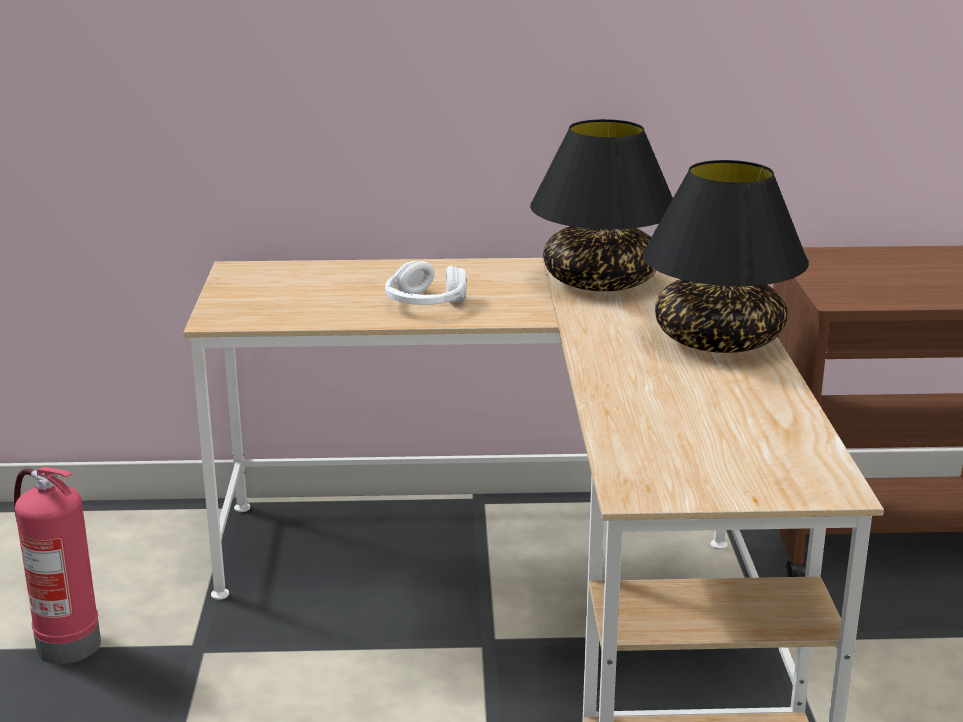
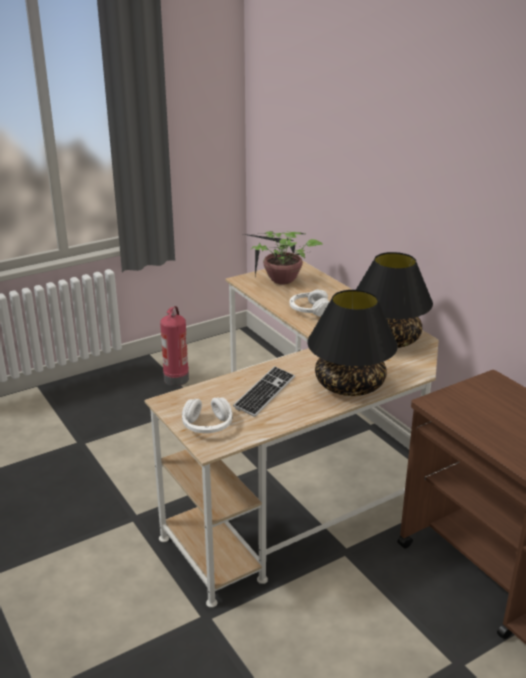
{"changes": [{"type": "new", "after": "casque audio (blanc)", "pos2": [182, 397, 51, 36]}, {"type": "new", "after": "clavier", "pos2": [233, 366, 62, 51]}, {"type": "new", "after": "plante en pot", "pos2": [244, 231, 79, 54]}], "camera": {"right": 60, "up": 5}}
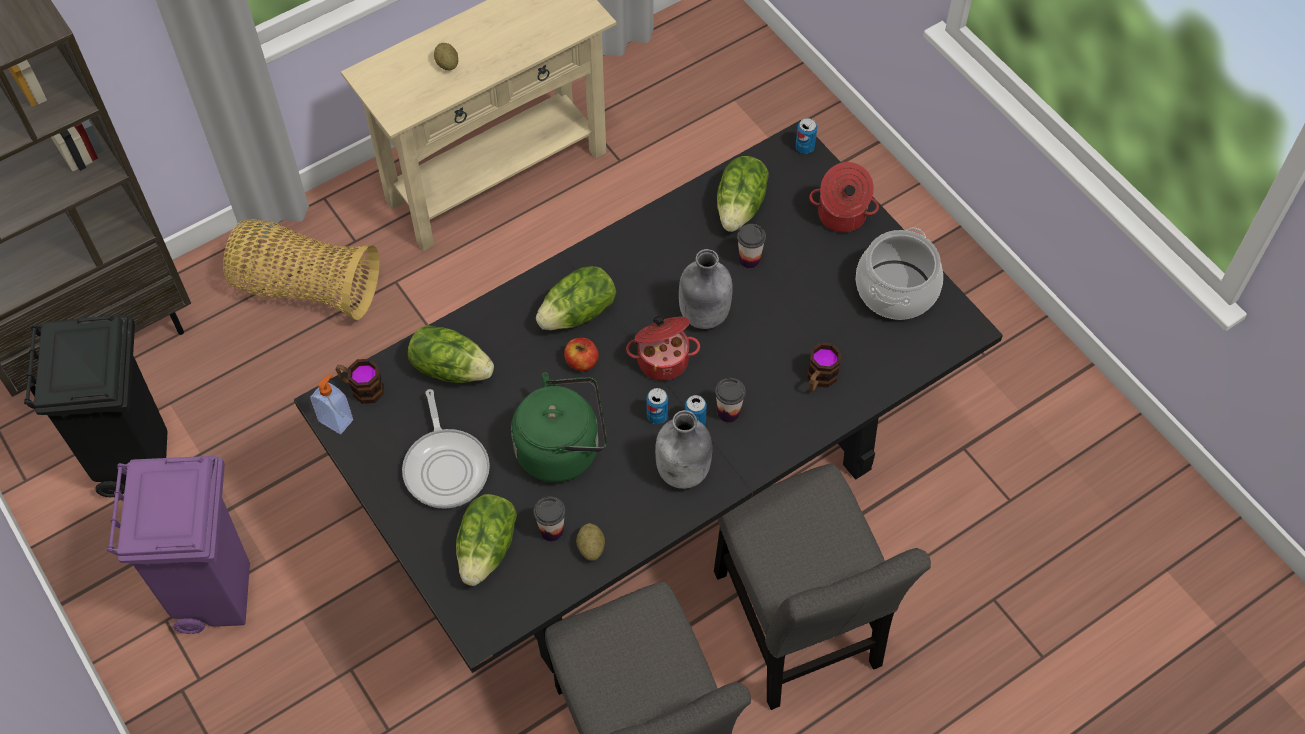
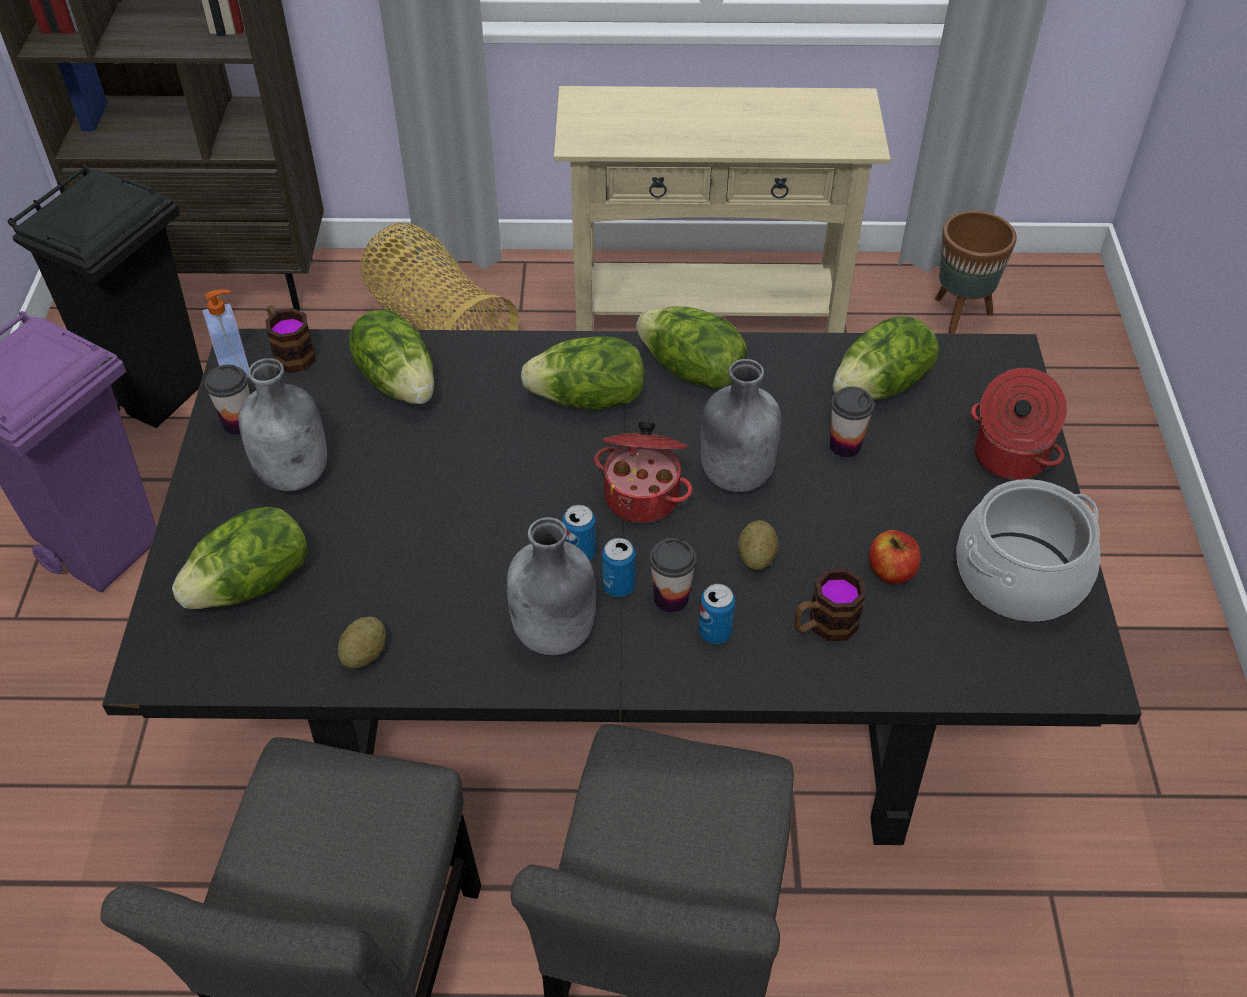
{"changes": [{"type": "swapped", "before": "poêle", "after": "bouteille (gris)", "pos1": [402, 389, 88, 120], "pos2": [238, 358, 89, 133]}, {"type": "shifted", "before": "pomme de terre", "pos1": [434, 43, 24, 27], "pos2": [738, 520, 41, 50]}, {"type": "gone", "before": "bouilloire (vert)", "pos1": [511, 372, 96, 111]}, {"type": "shifted", "before": "tasse", "pos1": [534, 496, 31, 45], "pos2": [204, 364, 46, 71]}, {"type": "shifted", "before": "pomme", "pos1": [564, 338, 35, 33], "pos2": [869, 530, 52, 54]}, {"type": "shifted", "before": "boîte métallique", "pos1": [795, 118, 22, 36], "pos2": [699, 584, 36, 60]}, {"type": "new", "after": "laitue", "pos2": [636, 306, 111, 83]}, {"type": "new", "after": "cache-pot (marron)", "pos2": [935, 211, 82, 123]}], "camera": {"right": 35, "up": -10}}
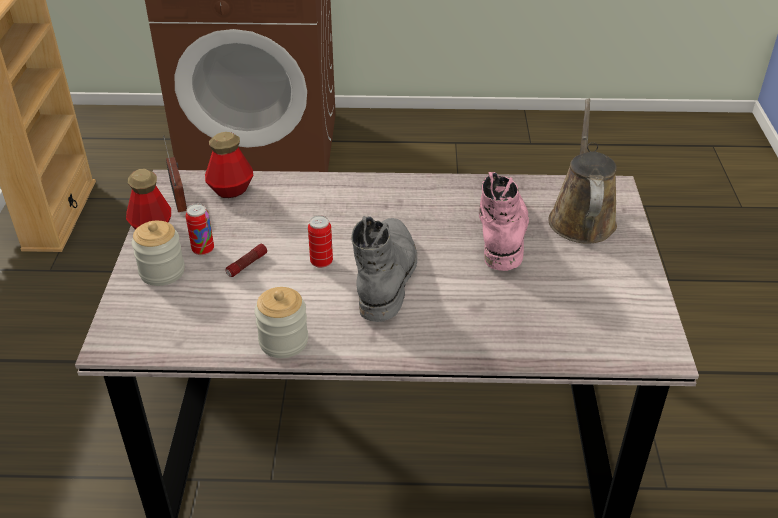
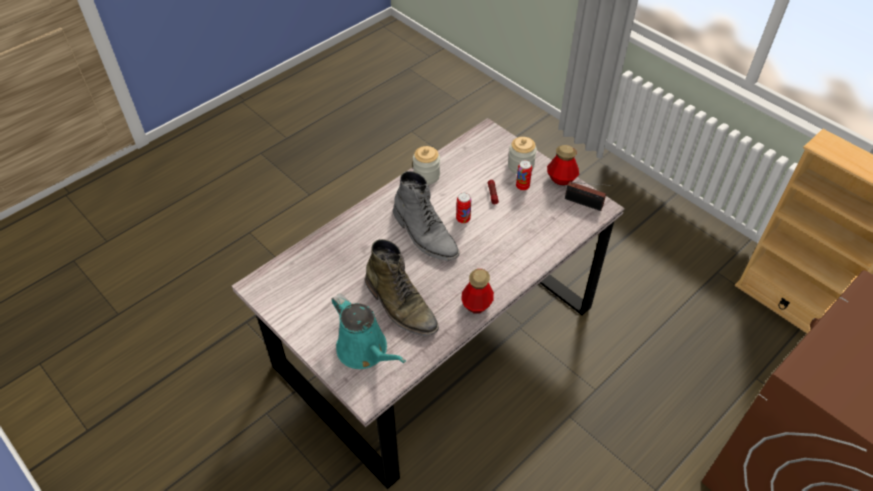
{"changes": [{"type": "shifted", "before": "bouteille", "pos1": [205, 132, 48, 66], "pos2": [461, 269, 33, 45]}, {"type": "repainted", "before": "botte (rose)", "after": "botte (vert)", "pos1": [479, 172, 50, 99], "pos2": [365, 239, 74, 97]}, {"type": "repainted", "before": "arrosoir (marron)", "after": "arrosoir (turquoise)", "pos1": [549, 98, 68, 146], "pos2": [331, 293, 75, 76]}], "camera": {"right": 135, "up": 10}}
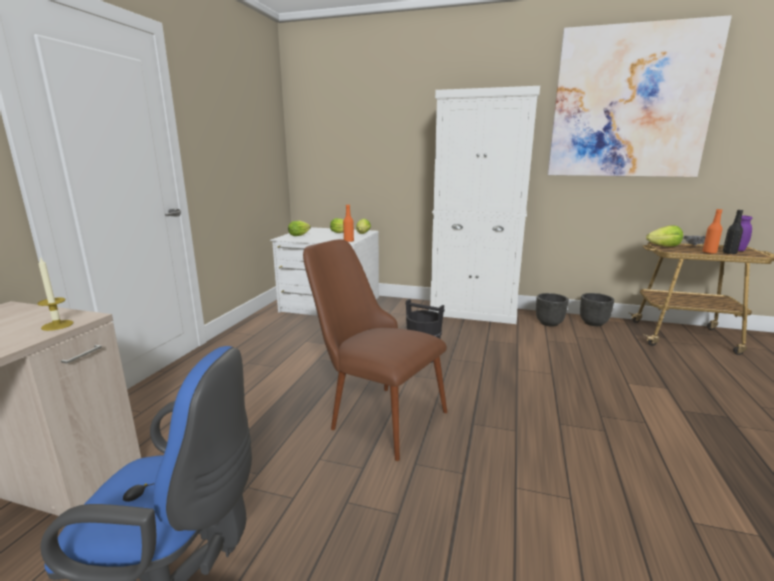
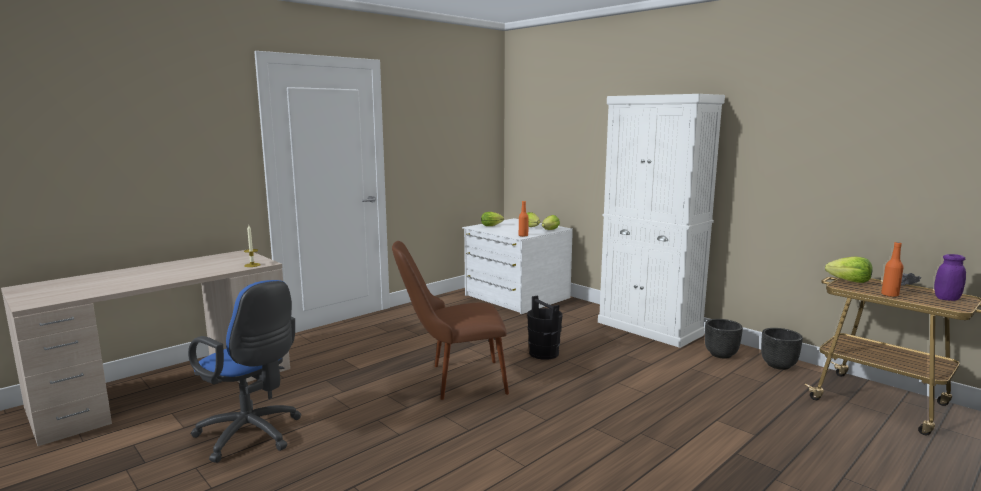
{"changes": [{"type": "rotated", "before": "chaise (marron)", "pos1": [303, 239, 144, 222], "pos2": [392, 241, 117, 159], "turn": -75}, {"type": "gone", "before": "tableau", "pos1": [547, 15, 185, 162]}, {"type": "gone", "before": "bouteille (noir)", "pos1": [723, 210, 20, 44]}], "camera": {"right": 30, "up": -5}}
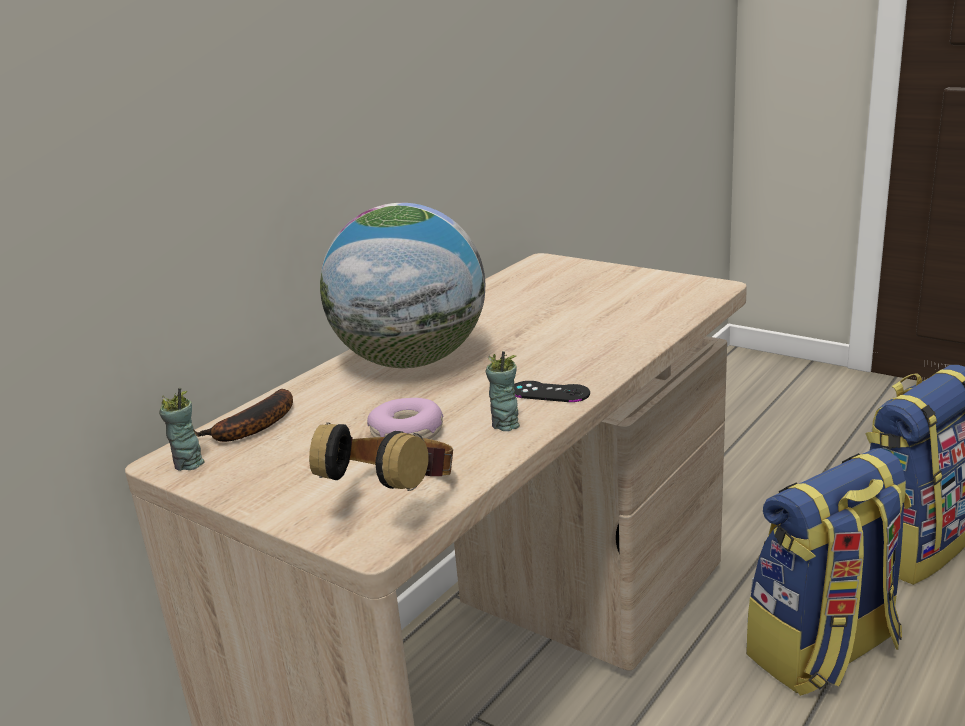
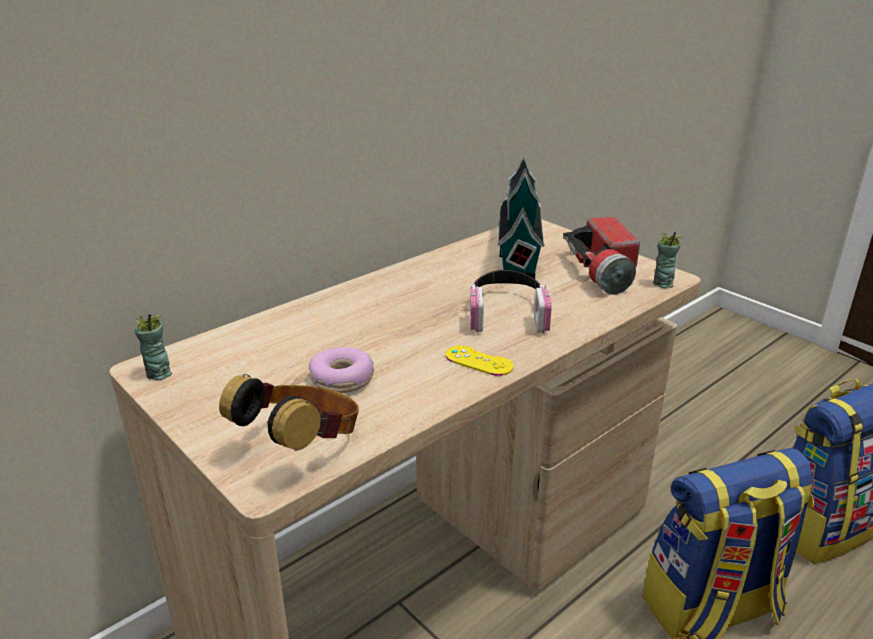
{"changes": [{"type": "gone", "before": "banane", "pos1": [193, 389, 100, 53]}, {"type": "gone", "before": "globe", "pos1": [320, 203, 165, 165]}, {"type": "shifted", "before": "tasse", "pos1": [486, 351, 34, 80], "pos2": [653, 232, 29, 56]}, {"type": "repainted", "before": "manette (noir)", "after": "manette (jaune)", "pos1": [514, 381, 76, 21], "pos2": [446, 346, 68, 30]}, {"type": "new", "after": "casque audio", "pos2": [470, 270, 82, 63]}, {"type": "new", "after": "maison miniature", "pos2": [498, 157, 47, 122]}, {"type": "new", "after": "lampe de poche", "pos2": [563, 217, 77, 78]}], "camera": {"right": 10, "up": 5}}
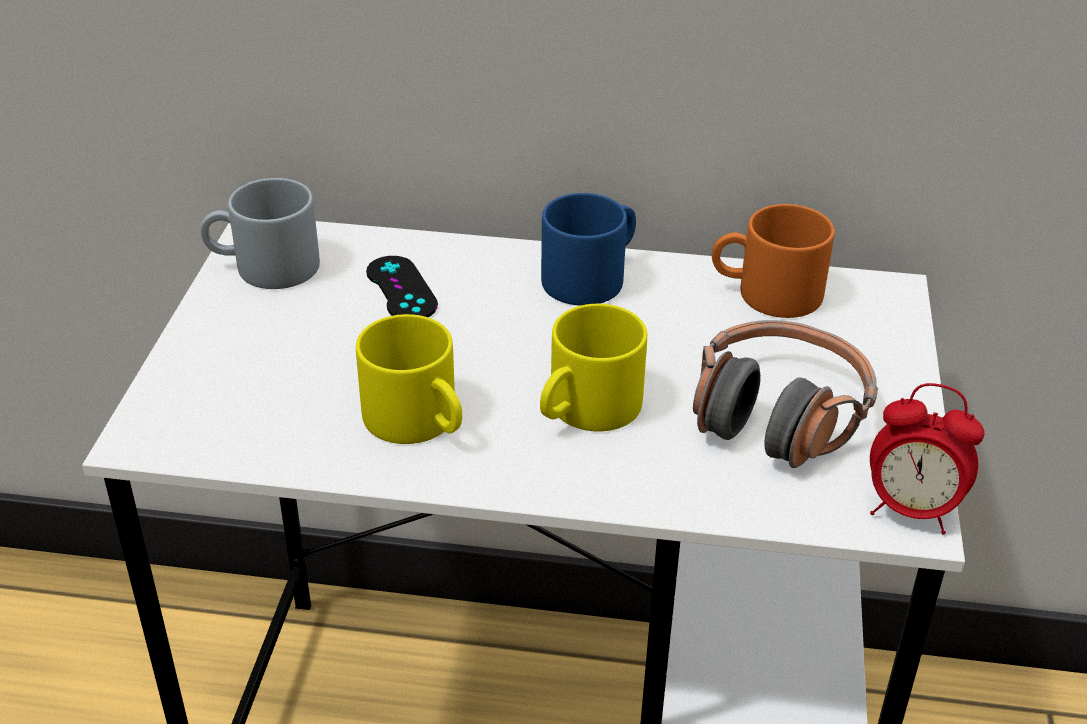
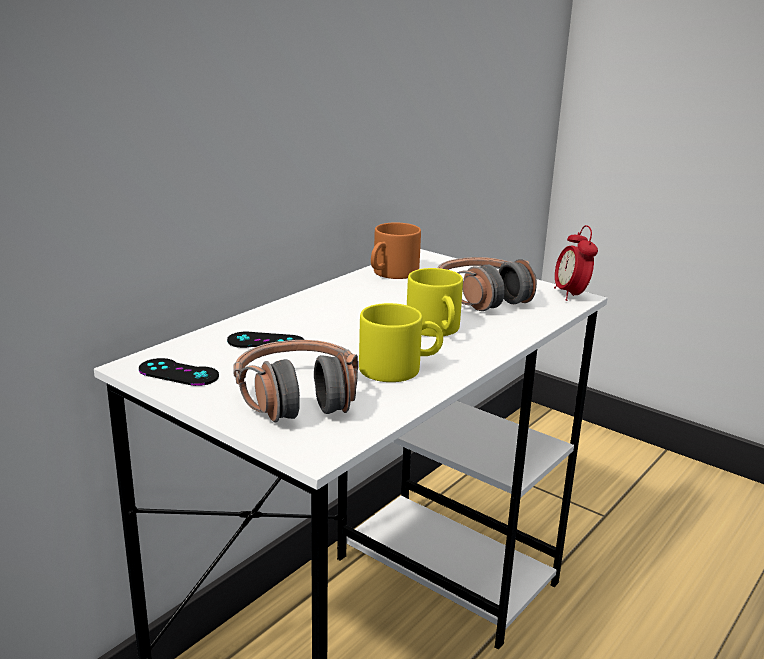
{"changes": [{"type": "swapped", "before": "mug (gris)", "after": "manette (noir)", "pos1": [201, 178, 119, 111], "pos2": [139, 358, 80, 28]}, {"type": "gone", "before": "mug (bleu)", "pos1": [541, 193, 95, 113]}, {"type": "rotated", "before": "réveil", "pos1": [870, 383, 114, 152], "pos2": [554, 225, 44, 76], "turn": 120}, {"type": "new", "after": "casque audio", "pos2": [233, 340, 125, 83]}], "camera": {"right": -60, "up": -15}}
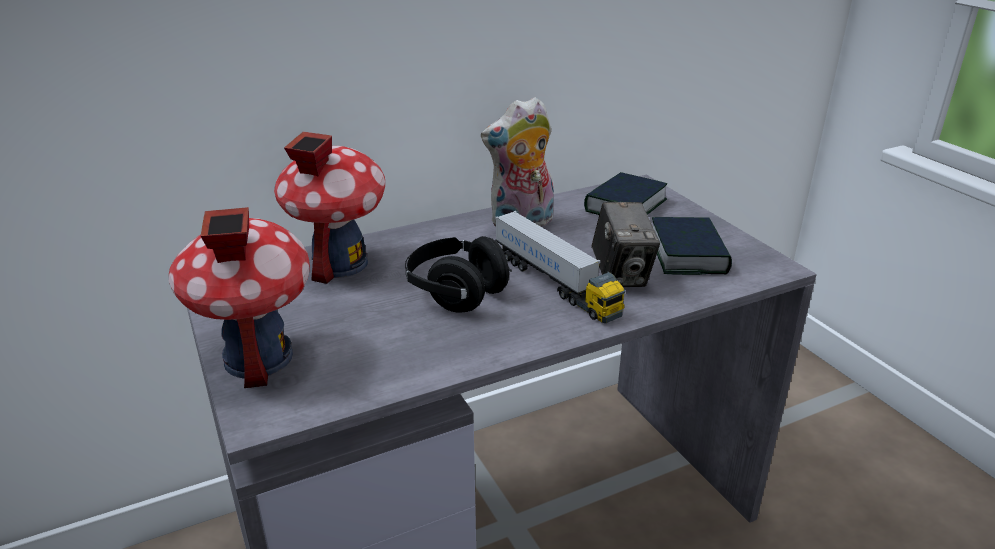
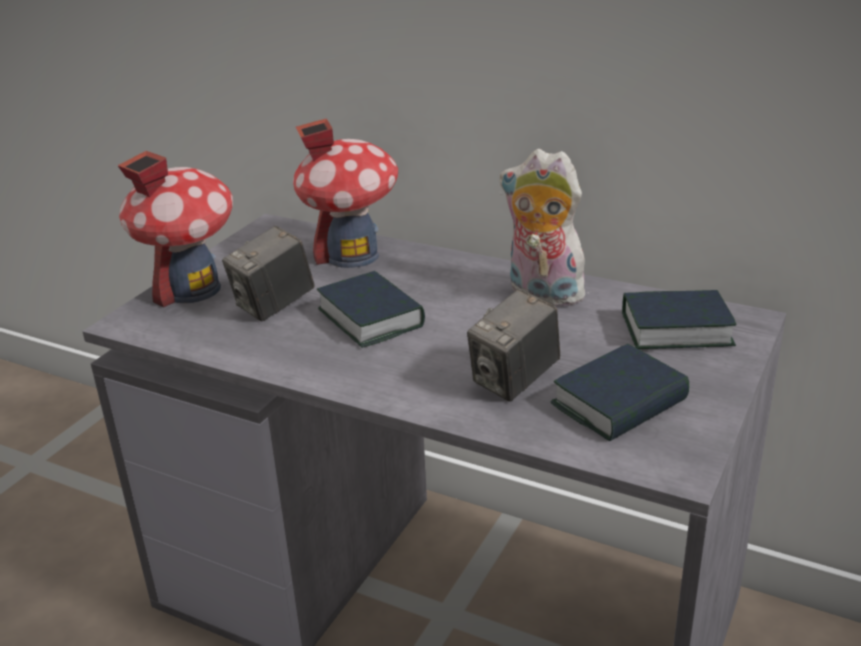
{"changes": [{"type": "swapped", "before": "casque audio (noir)", "after": "livre", "pos1": [405, 236, 107, 77], "pos2": [317, 271, 108, 77]}, {"type": "gone", "before": "camion jouet", "pos1": [495, 211, 130, 112]}, {"type": "new", "after": "appareil photo", "pos2": [222, 225, 93, 97]}], "camera": {"right": 55, "up": 0}}
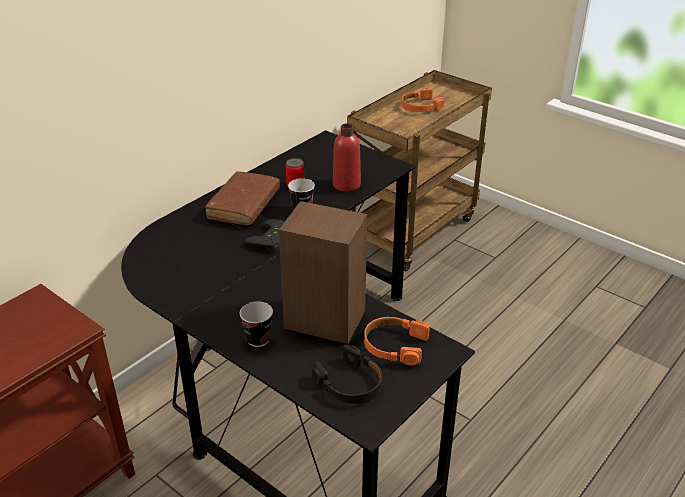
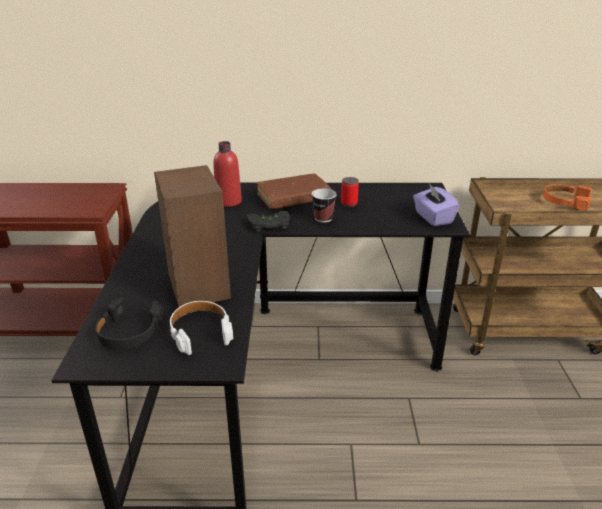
{"changes": [{"type": "gone", "before": "tasse", "pos1": [240, 301, 33, 46]}, {"type": "shifted", "before": "bouteille (rouge)", "pos1": [333, 123, 28, 69], "pos2": [213, 141, 29, 66]}, {"type": "repainted", "before": "casque audio (orange)", "after": "casque audio (blanc)", "pos1": [364, 317, 65, 49], "pos2": [170, 301, 63, 54]}, {"type": "new", "after": "boîte à mouchoirs (violet)", "pos2": [413, 184, 46, 42]}], "camera": {"right": 50, "up": -5}}
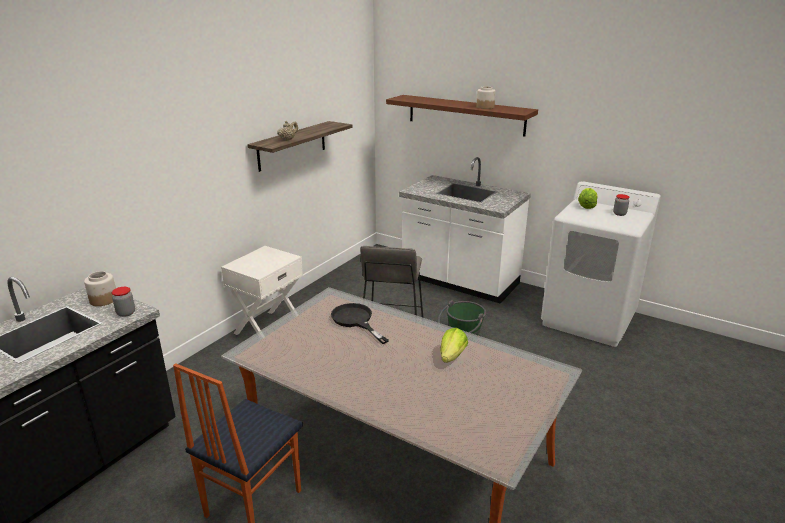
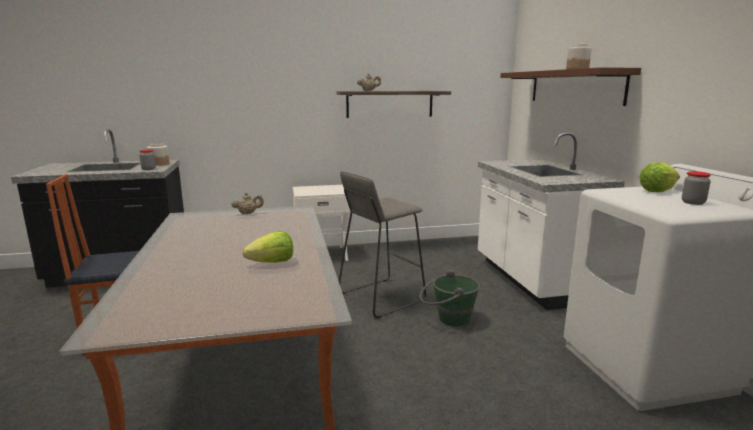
{"changes": [{"type": "gone", "before": "poêle (noir)", "pos1": [331, 303, 58, 41]}, {"type": "new", "after": "théière (beige)", "pos2": [231, 192, 33, 22]}], "camera": {"right": 45, "up": -10}}
